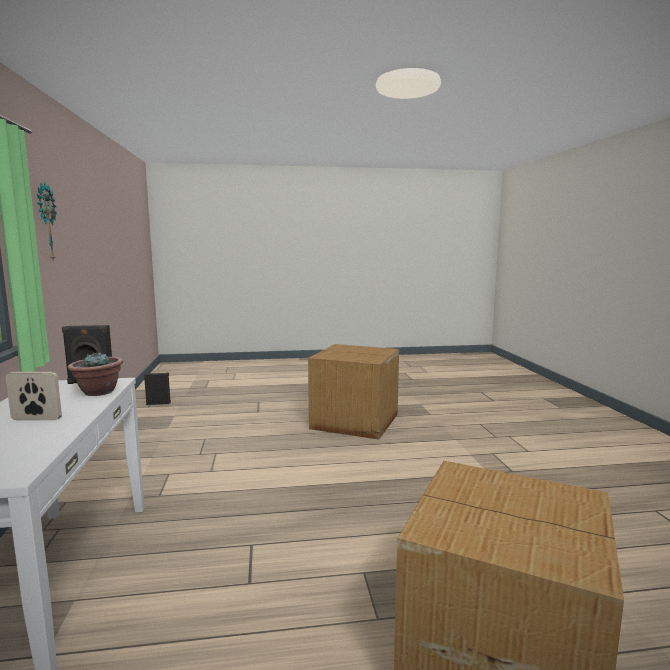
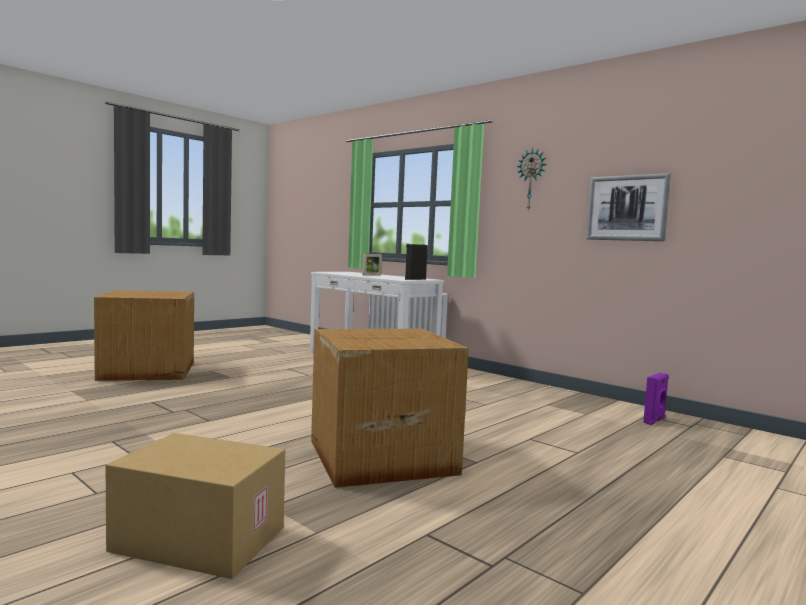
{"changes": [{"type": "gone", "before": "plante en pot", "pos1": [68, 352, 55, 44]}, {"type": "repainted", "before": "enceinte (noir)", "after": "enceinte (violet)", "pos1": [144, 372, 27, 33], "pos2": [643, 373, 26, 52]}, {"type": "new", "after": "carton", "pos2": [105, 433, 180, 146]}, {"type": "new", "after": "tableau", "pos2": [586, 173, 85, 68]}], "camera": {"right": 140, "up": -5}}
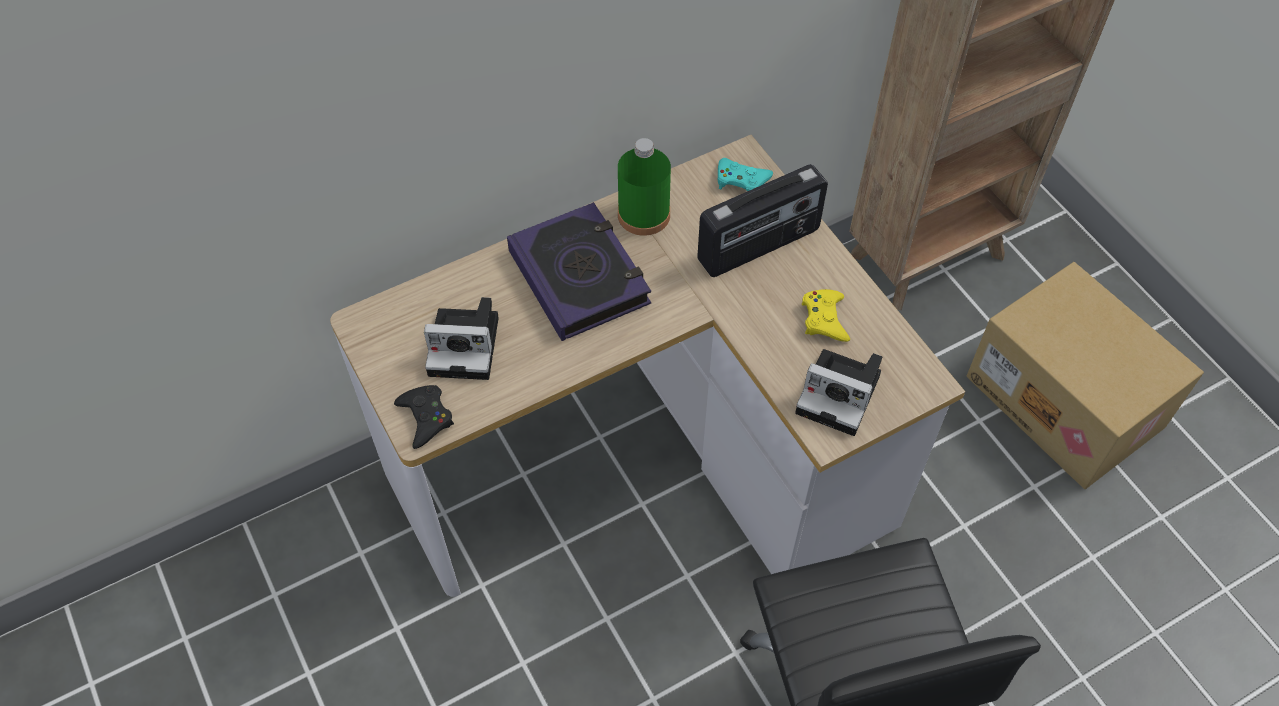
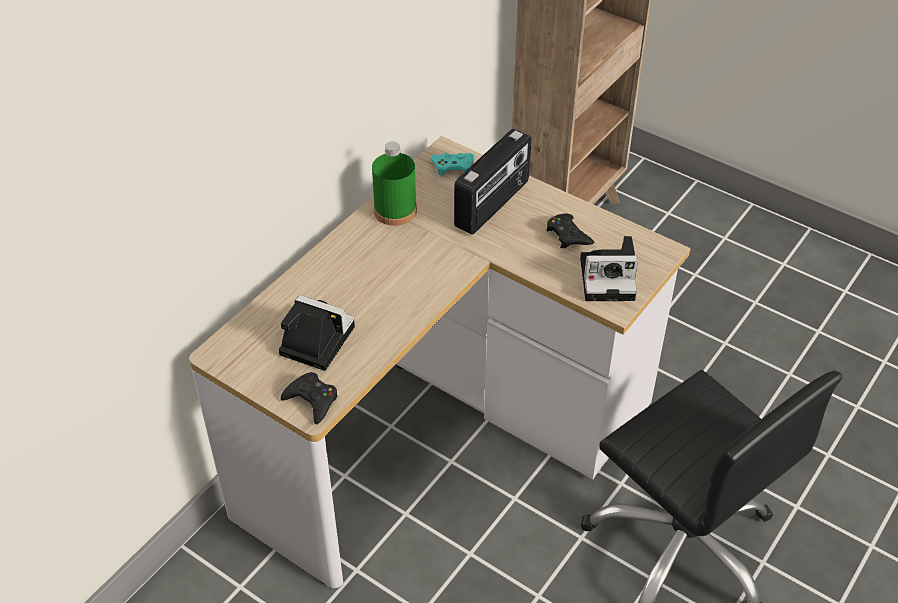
{"changes": [{"type": "rotated", "before": "appareil photo", "pos1": [424, 297, 75, 83], "pos2": [279, 295, 76, 76], "turn": -135}, {"type": "gone", "before": "livre", "pos1": [507, 202, 144, 139]}, {"type": "repainted", "before": "manette (jaune)", "after": "manette (noir)", "pos1": [802, 289, 48, 53], "pos2": [546, 214, 48, 35]}, {"type": "gone", "before": "carton", "pos1": [967, 262, 237, 227]}], "camera": {"right": -25, "up": -10}}
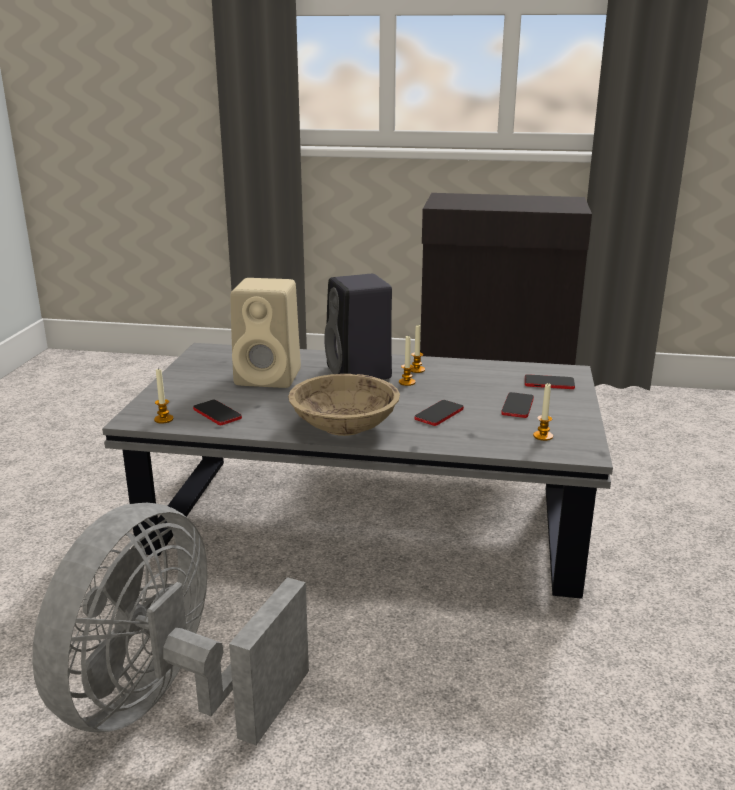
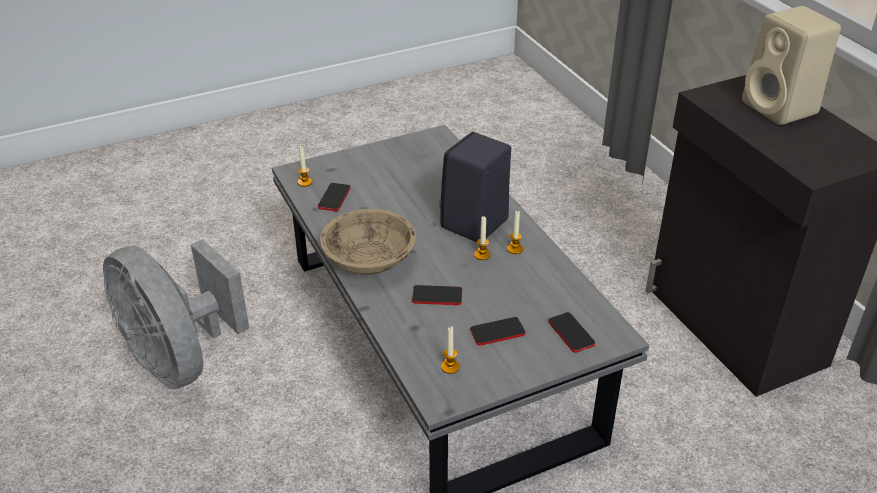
{"changes": [{"type": "rotated", "before": "ventilateur (gris)", "pos1": [32, 503, 277, 242], "pos2": [103, 239, 146, 150], "turn": -120}, {"type": "shifted", "before": "enceinte (beige)", "pos1": [231, 278, 70, 110], "pos2": [742, 6, 99, 119]}], "camera": {"right": 55, "up": 15}}
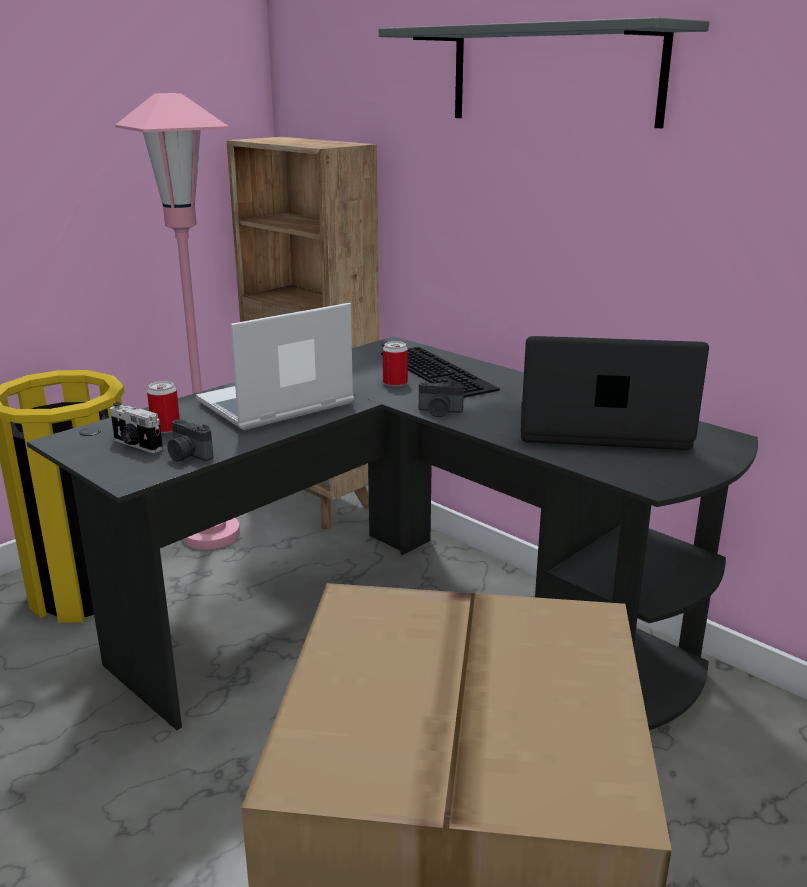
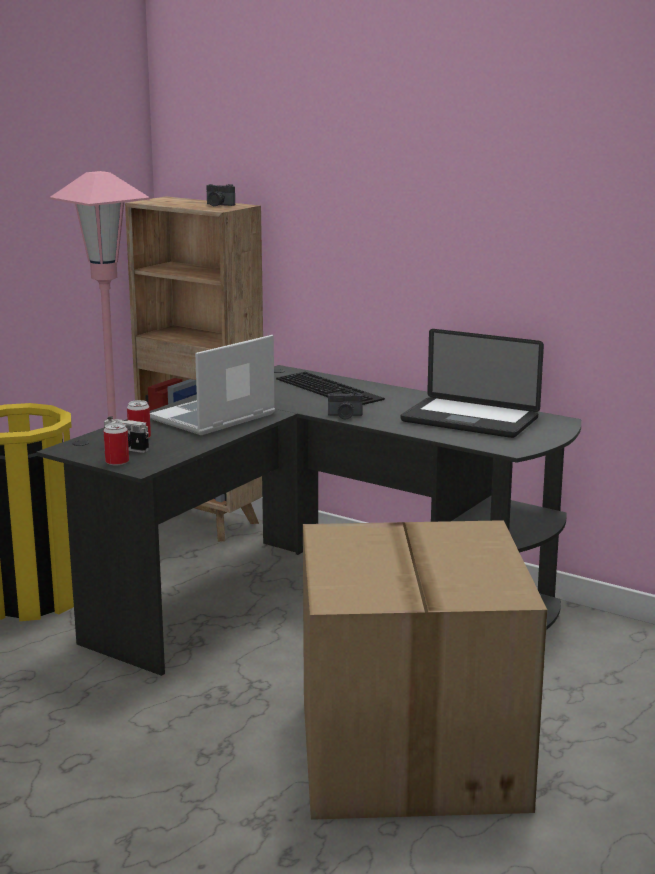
{"changes": [{"type": "shifted", "before": "appareil photo", "pos1": [167, 419, 47, 43], "pos2": [206, 184, 29, 22]}, {"type": "gone", "before": "étagère (gris)", "pos1": [379, 17, 330, 111]}, {"type": "shifted", "before": "boîte métallique", "pos1": [383, 341, 25, 46], "pos2": [104, 423, 25, 42]}, {"type": "rotated", "before": "ordinateur portable", "pos1": [521, 336, 188, 114], "pos2": [401, 329, 143, 109], "turn": -150}], "camera": {"right": -10, "up": -5}}
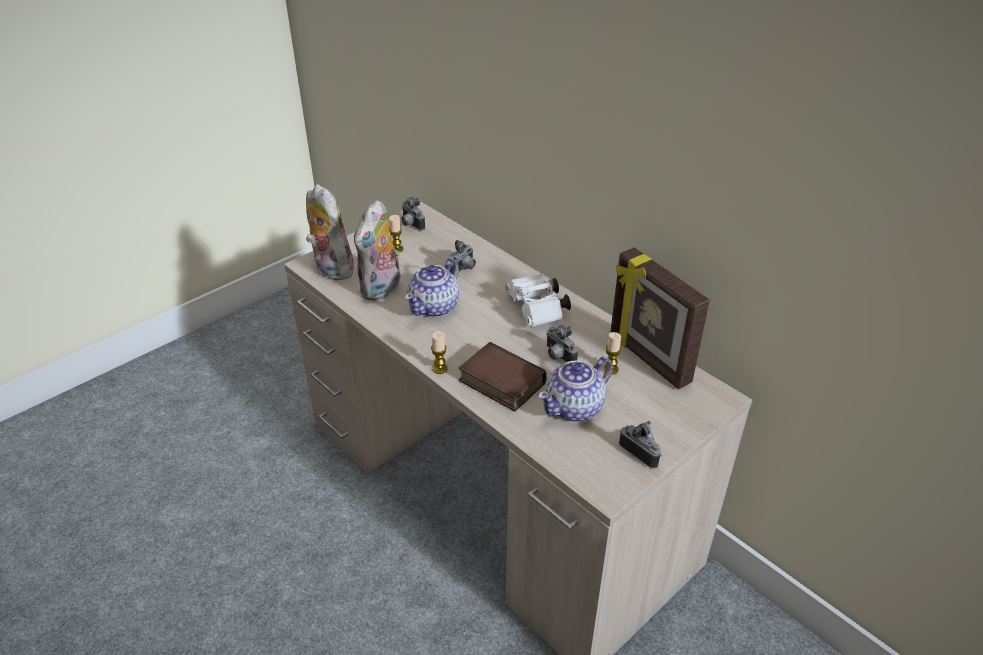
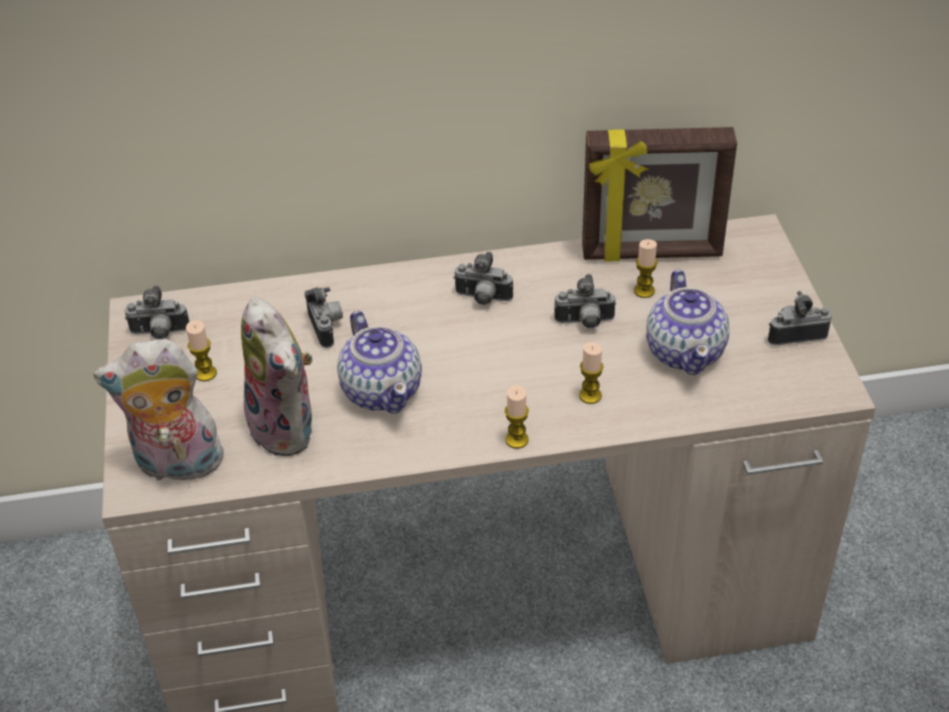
{"changes": [{"type": "swapped", "before": "livre", "after": "bougie", "pos1": [459, 342, 88, 69], "pos2": [579, 342, 25, 62]}, {"type": "swapped", "before": "jumelles (blanc)", "after": "appareil photo", "pos1": [505, 274, 66, 53], "pos2": [453, 252, 60, 53]}], "camera": {"right": -55, "up": 5}}
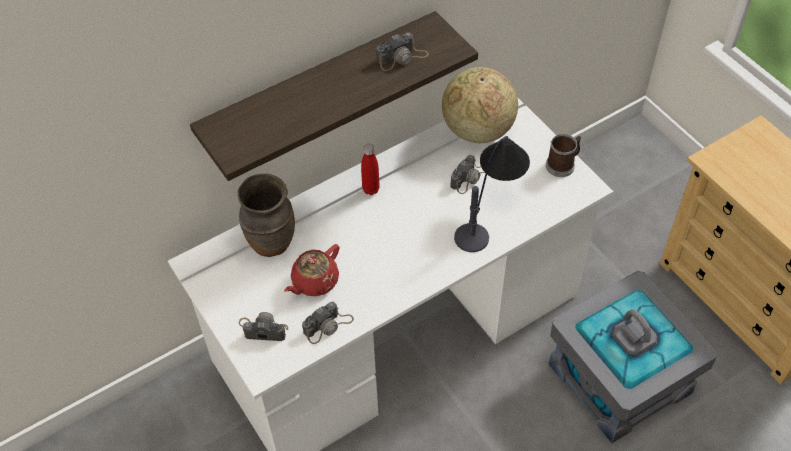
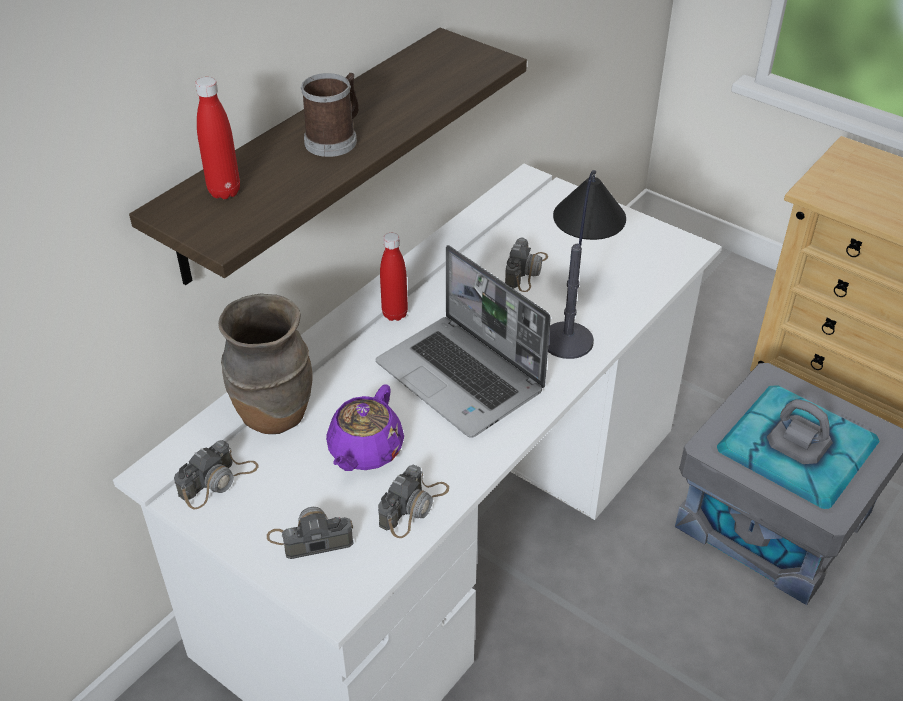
{"changes": [{"type": "repainted", "before": "théière (rouge)", "after": "théière (violet)", "pos1": [284, 244, 55, 52], "pos2": [326, 384, 78, 87]}, {"type": "shifted", "before": "appareil photo", "pos1": [376, 32, 53, 39], "pos2": [174, 440, 85, 69]}, {"type": "gone", "before": "globe", "pos1": [442, 67, 76, 76]}, {"type": "shifted", "before": "mug", "pos1": [546, 134, 35, 43], "pos2": [301, 73, 58, 84]}, {"type": "new", "after": "bouteille (rouge)", "pos2": [195, 77, 45, 122]}, {"type": "new", "after": "ordinateur portable", "pos2": [376, 245, 175, 193]}], "camera": {"right": -20, "up": -10}}
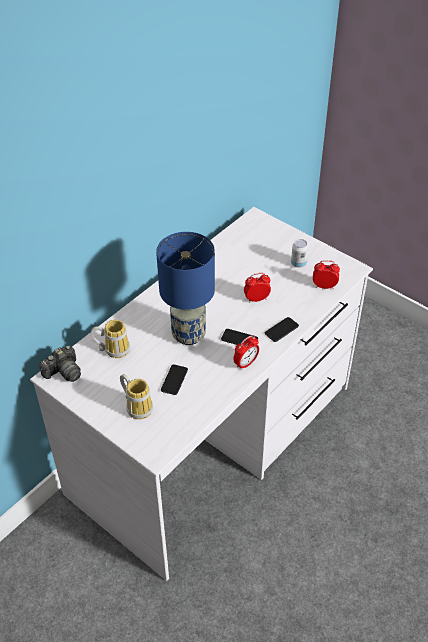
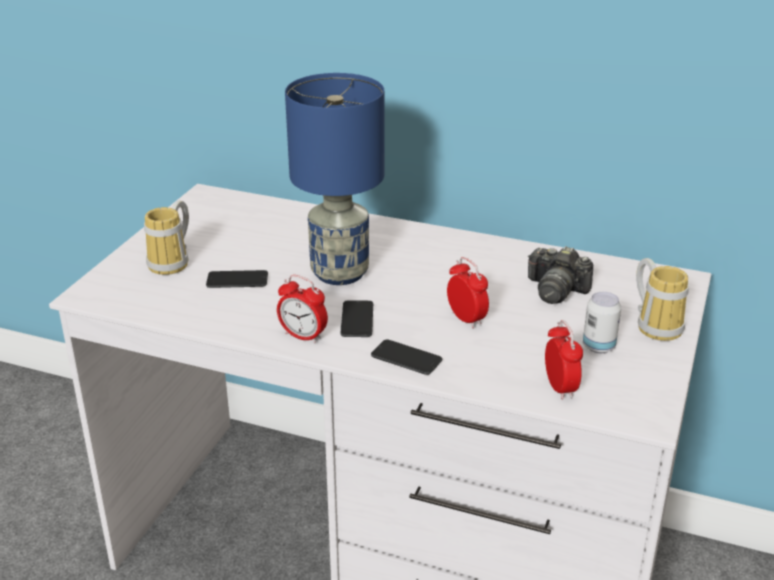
{"changes": [{"type": "shifted", "before": "appareil photo", "pos1": [39, 345, 42, 37], "pos2": [528, 246, 65, 58]}, {"type": "shifted", "before": "mug", "pos1": [91, 319, 39, 39], "pos2": [636, 258, 53, 83]}], "camera": {"right": 70, "up": -15}}
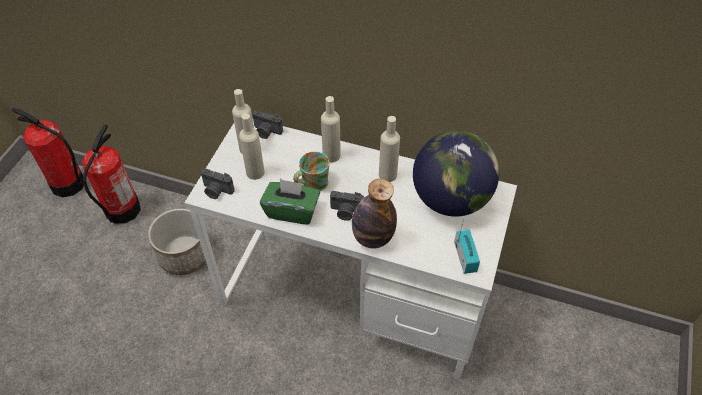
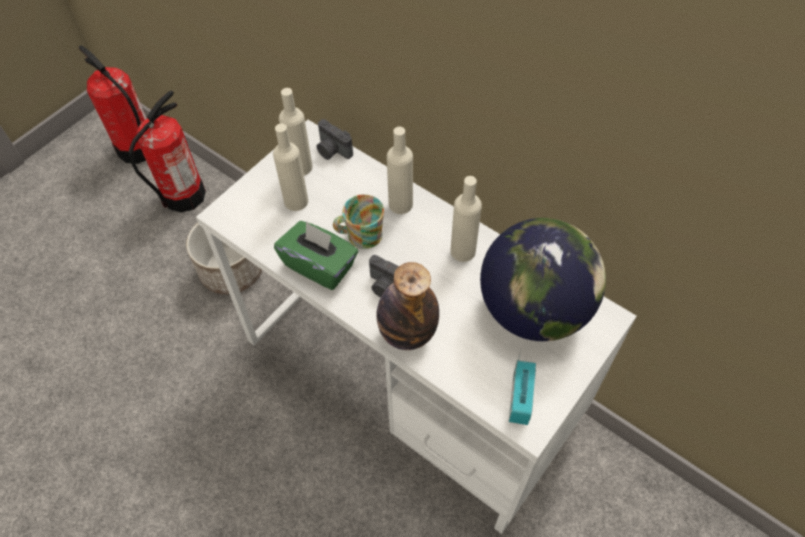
{"changes": [{"type": "gone", "before": "appareil photo", "pos1": [201, 168, 34, 31]}], "camera": {"right": 20, "up": 5}}
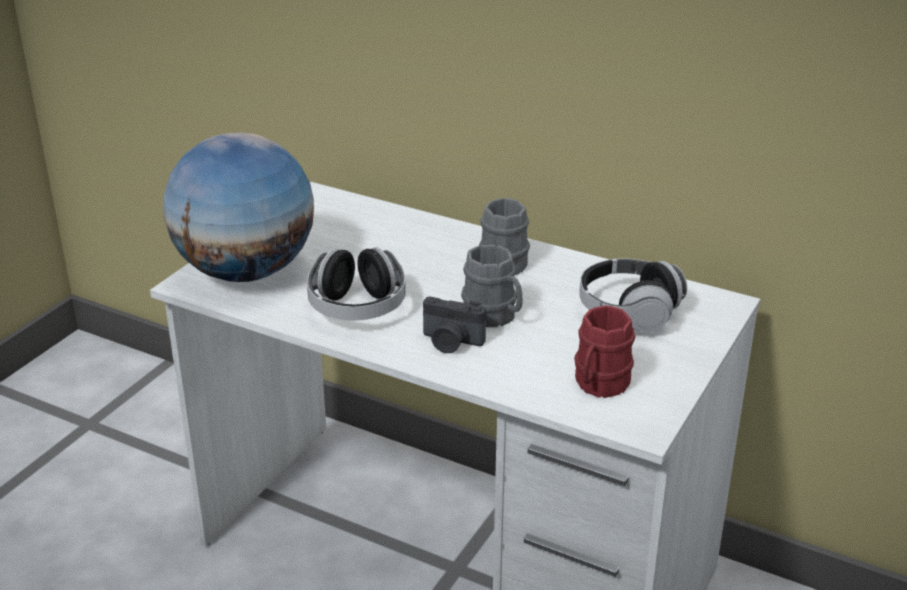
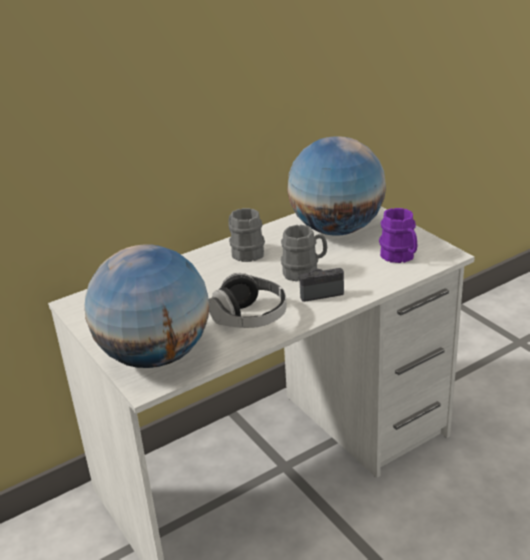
{"changes": [{"type": "rotated", "before": "appareil photo", "pos1": [423, 297, 63, 56], "pos2": [299, 268, 45, 34], "turn": -150}, {"type": "repainted", "before": "mug (rouge)", "after": "mug (violet)", "pos1": [574, 305, 61, 93], "pos2": [379, 208, 38, 55]}, {"type": "swapped", "before": "casque audio", "after": "globe", "pos1": [579, 258, 108, 74], "pos2": [287, 136, 99, 100]}], "camera": {"right": -60, "up": 0}}
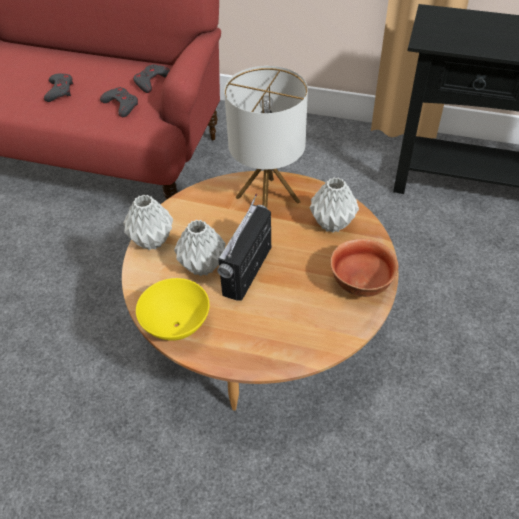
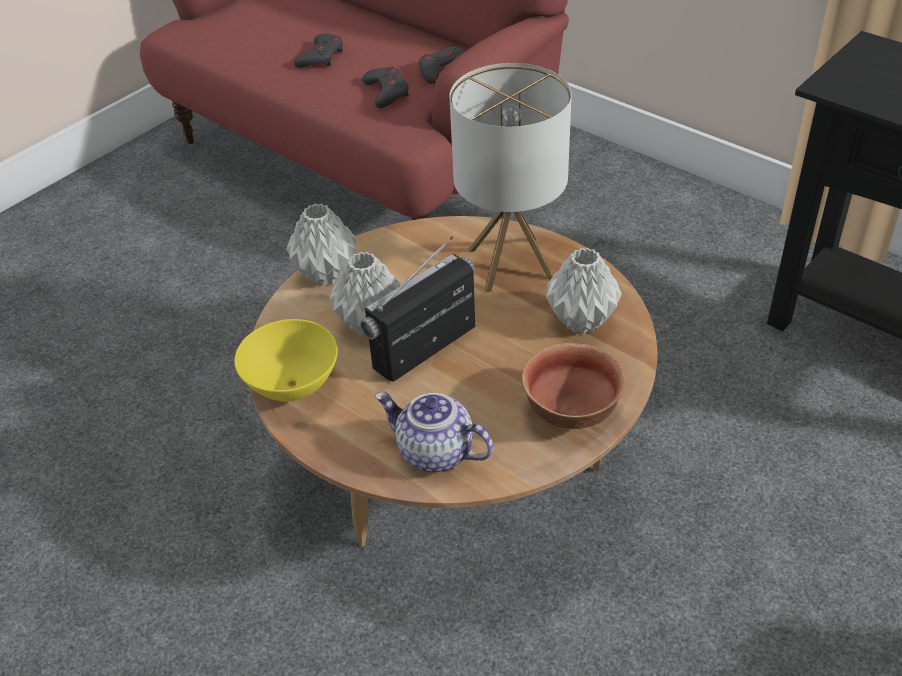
{"changes": [{"type": "new", "after": "théière", "pos2": [375, 392, 118, 80]}], "camera": {"right": 25, "up": -5}}
